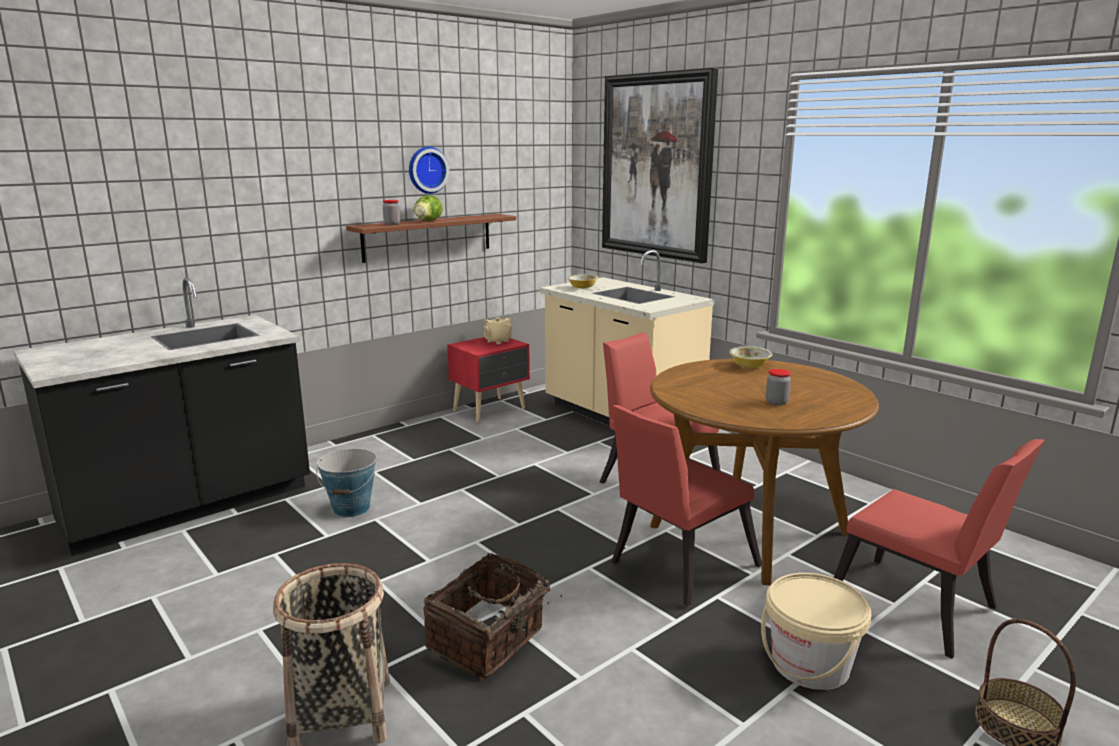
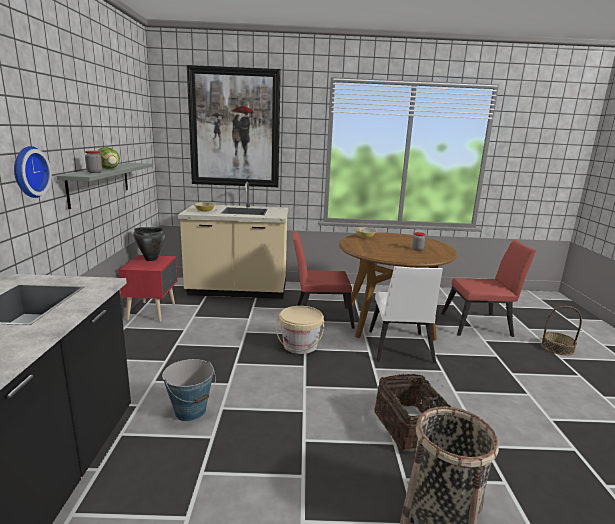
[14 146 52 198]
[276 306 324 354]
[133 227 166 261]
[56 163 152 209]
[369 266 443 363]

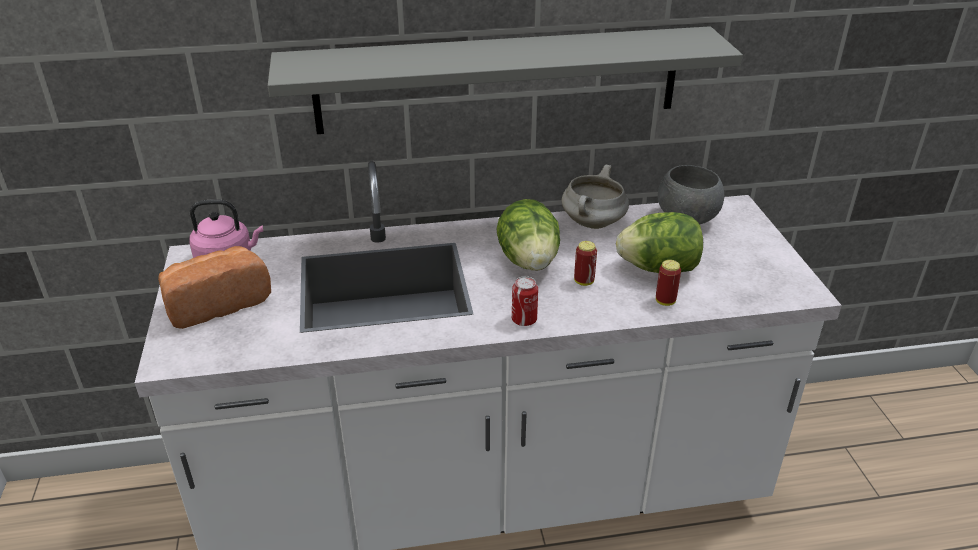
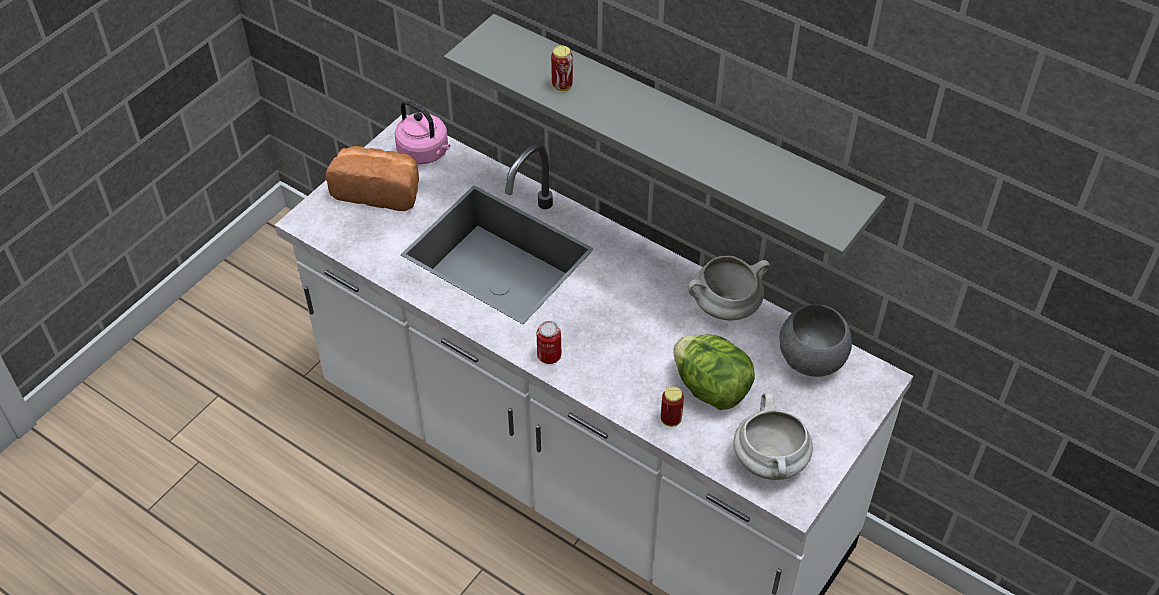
[496 199 560 271] (first image)
[733 392 813 480]
[551 46 573 91]

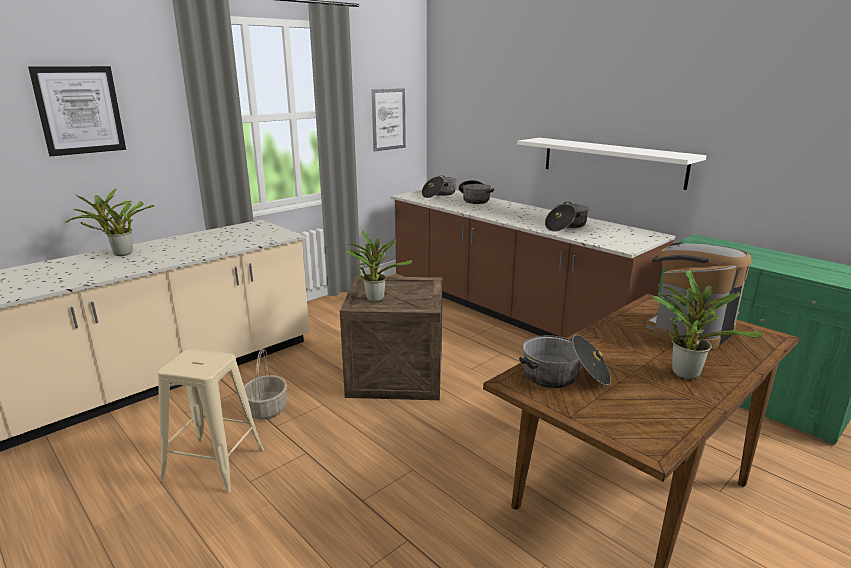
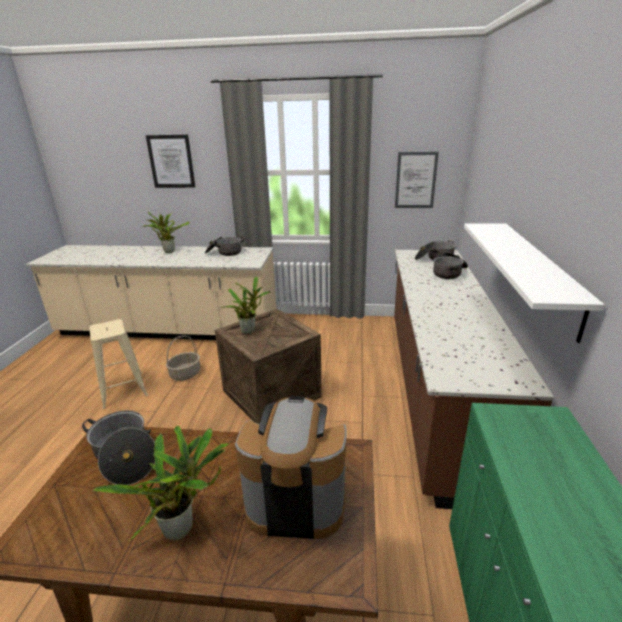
[205 237 244 256]

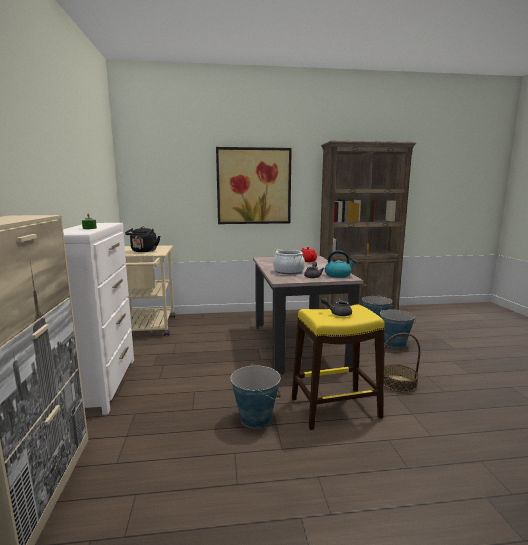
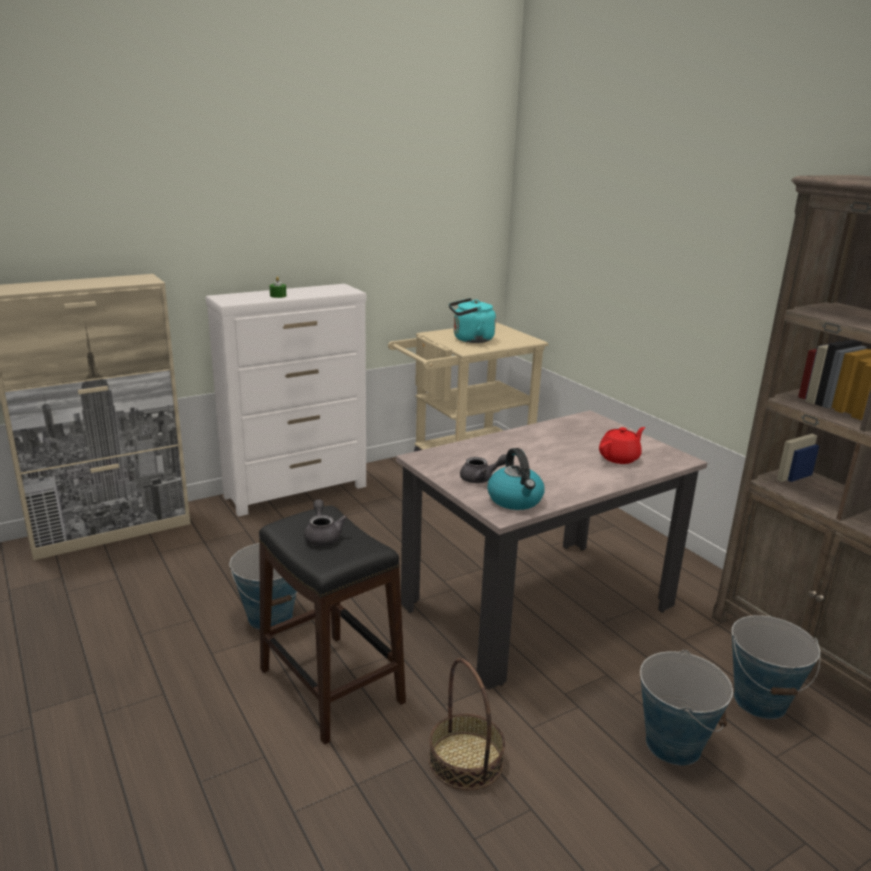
[216 147 292 224] (first image)
[273 249 305 274] (first image)
[449 298 496 343]
[259 505 406 745]

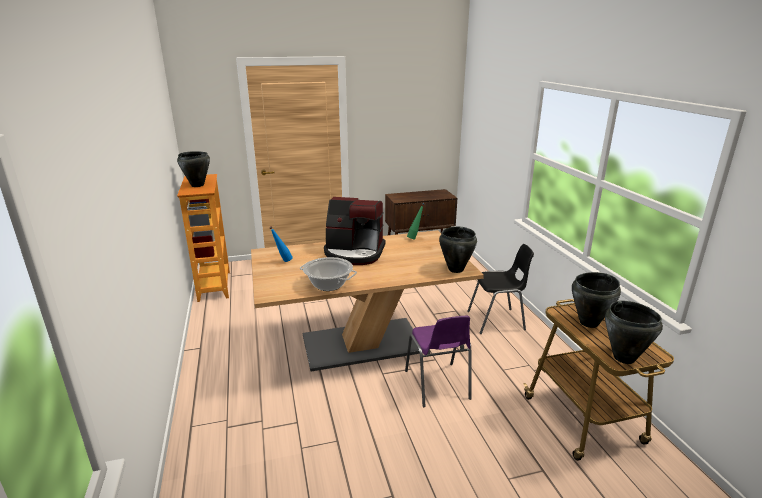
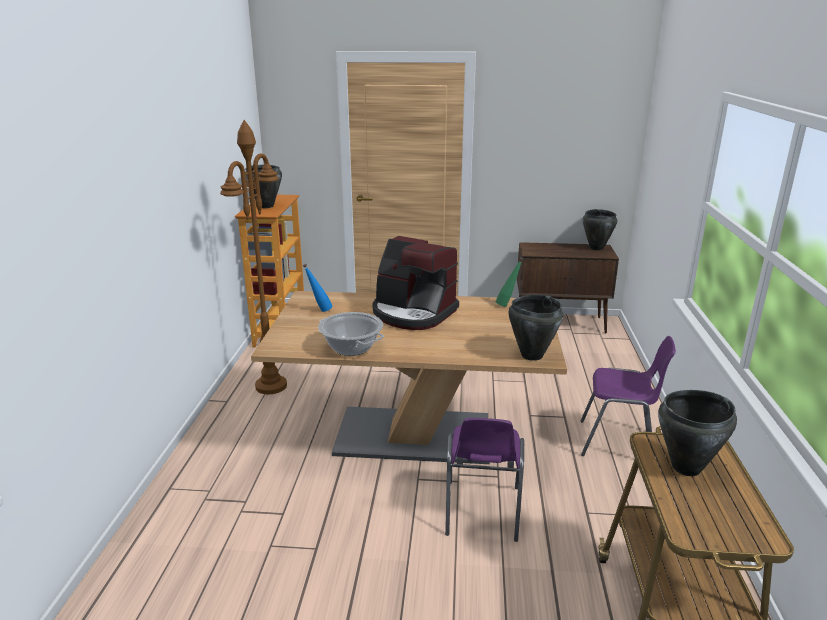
[220 120 287 394]
[583 209 617 250]
[581 336 676 456]

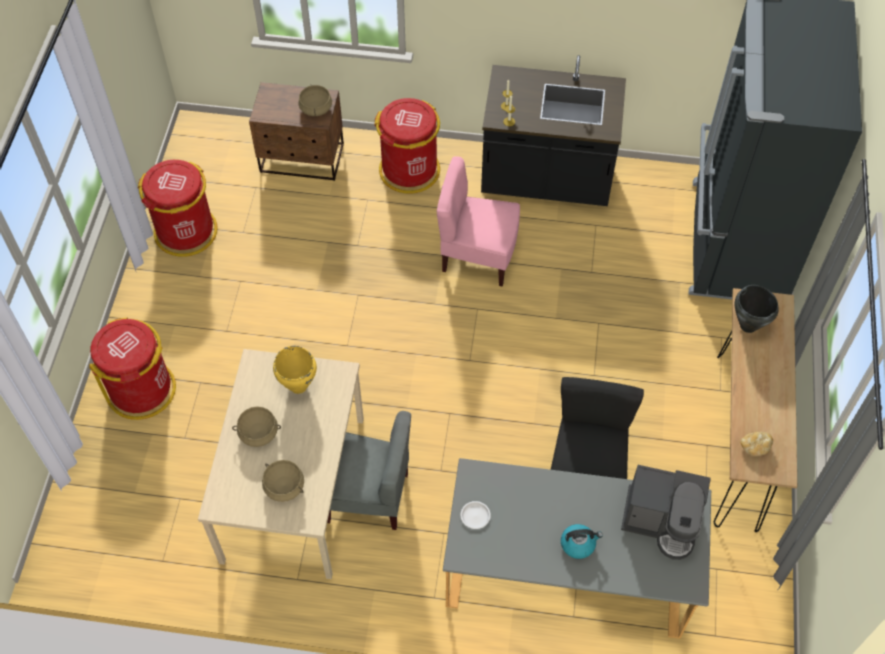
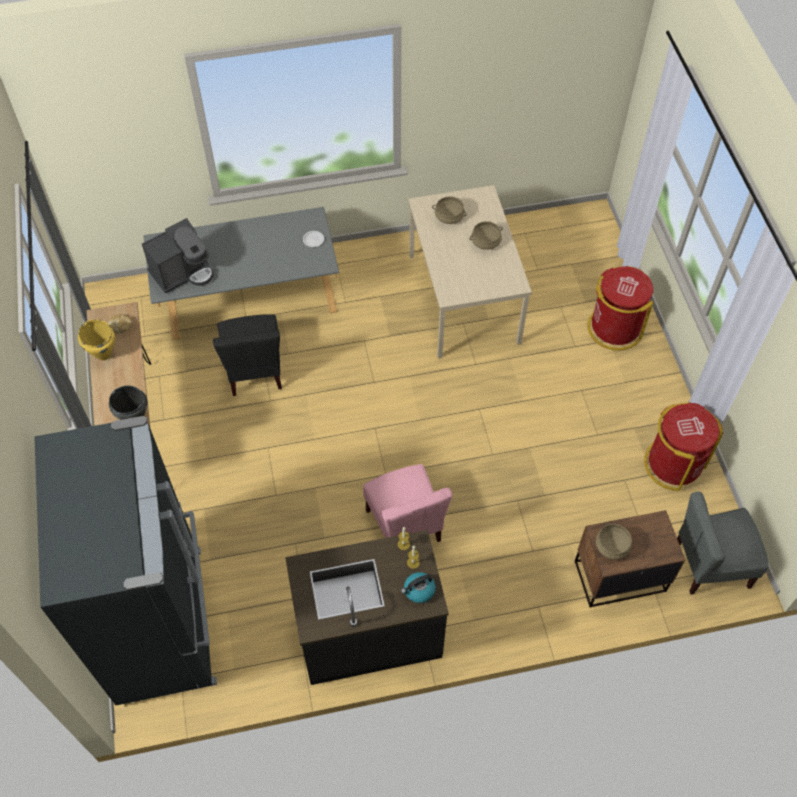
[374 98 440 193] (first image)
[78 319 115 361]
[677 492 769 595]
[401 572 436 603]
[363 464 452 542]
[142 218 213 293]

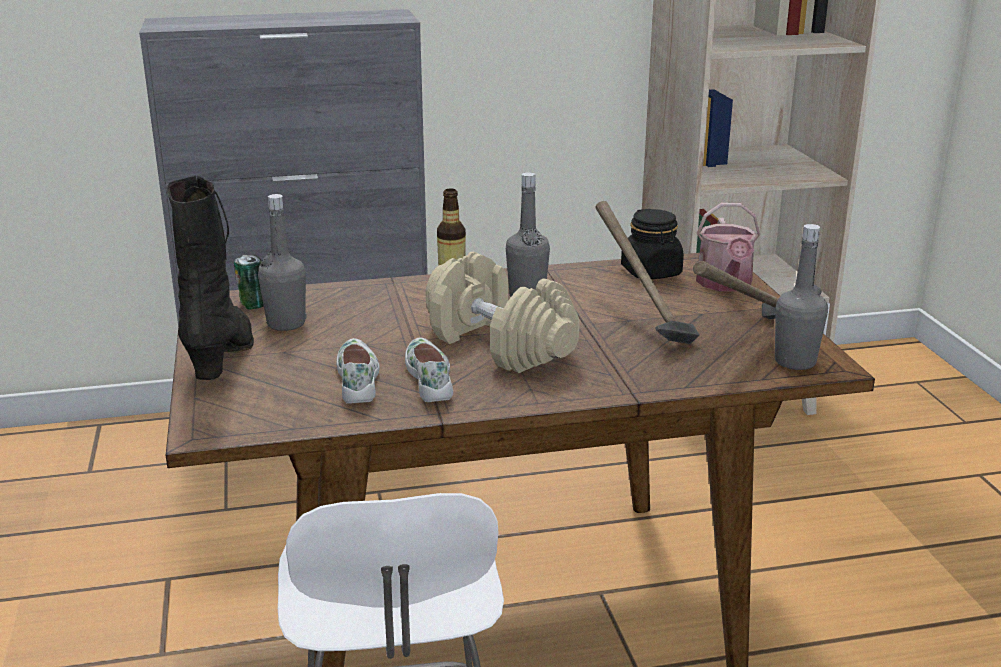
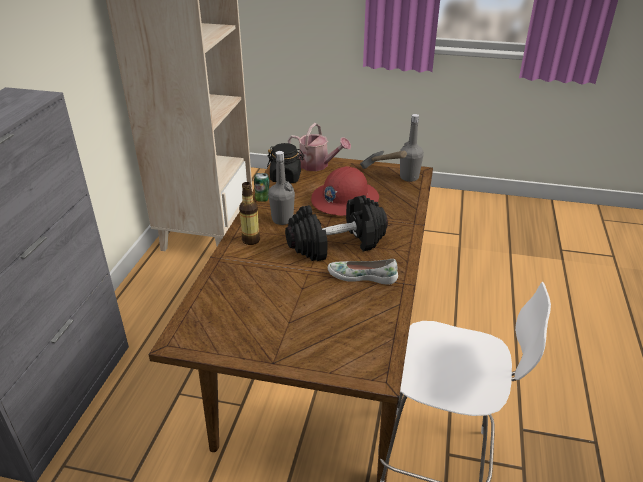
[166 175 254 380] (first image)
[258 194 306 331] (first image)
[336 338 380 404] (first image)
[254 173 270 202]
[311 166 379 216]
[285 195 388 261]

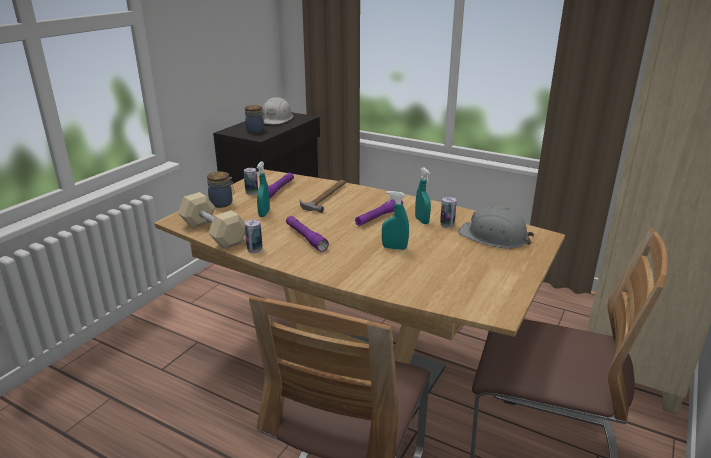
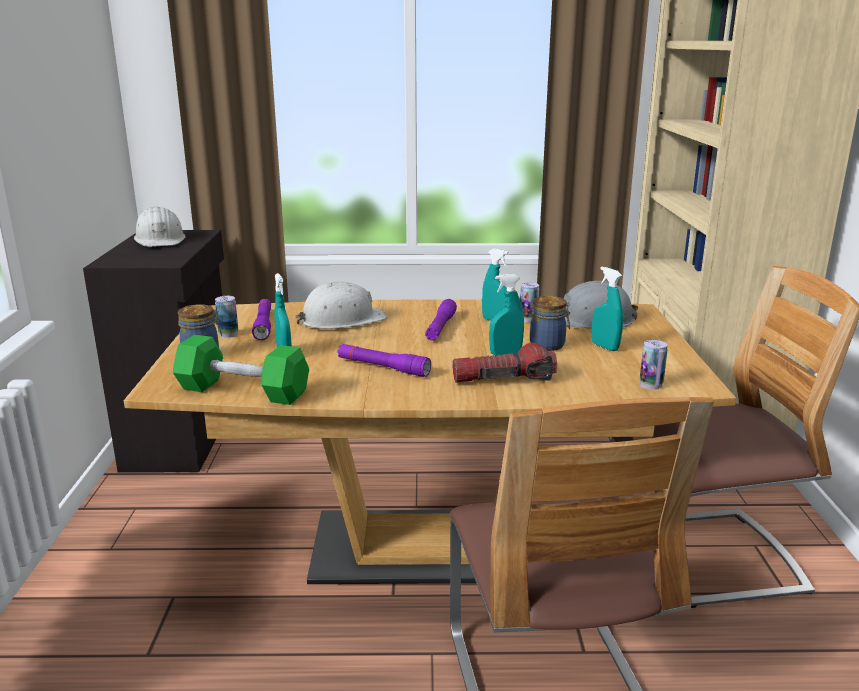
[452 342 557 383]
[592 267 623 351]
[530 296 571 351]
[640 340 668 390]
[295 281 387 329]
[173 335 309 405]

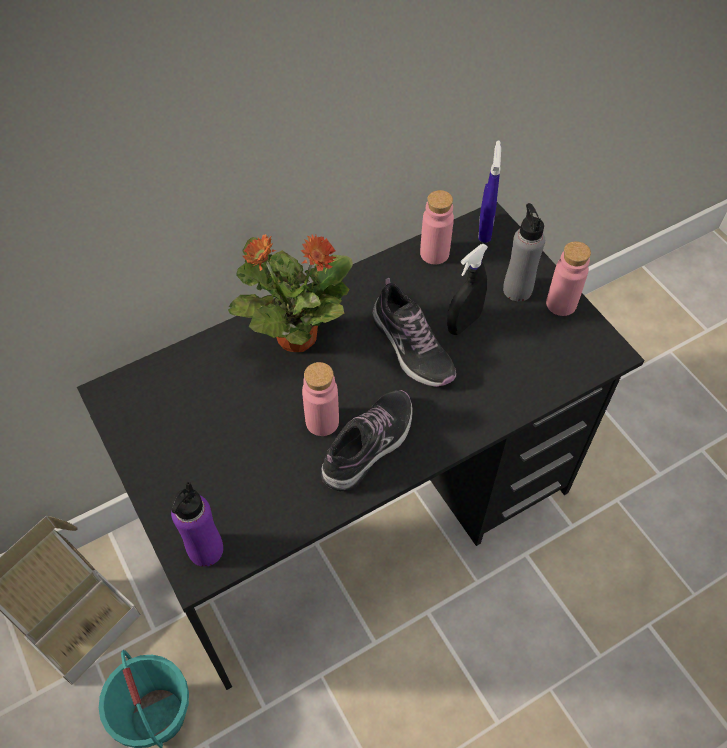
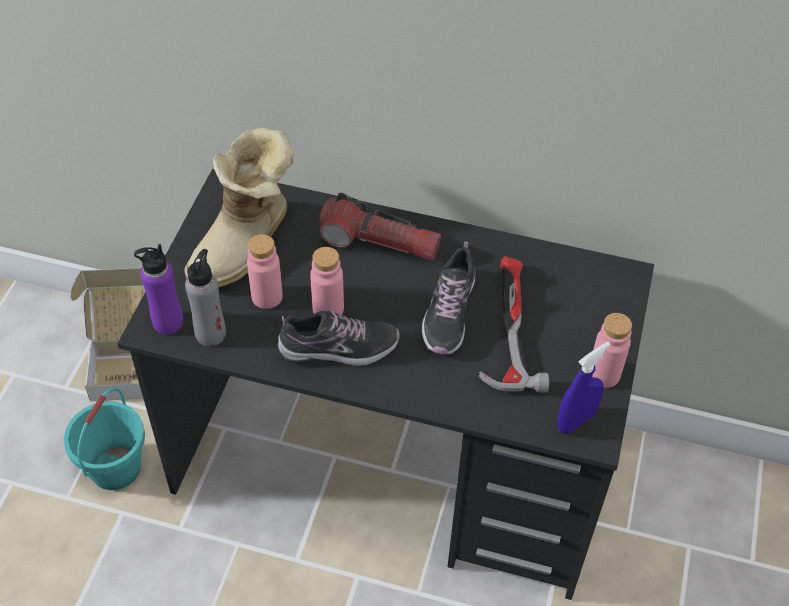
[184 127 294 288]
[247 234 283 309]
[557 341 611 434]
[185 249 226 346]
[319 193 441 261]
[478 256 549 393]

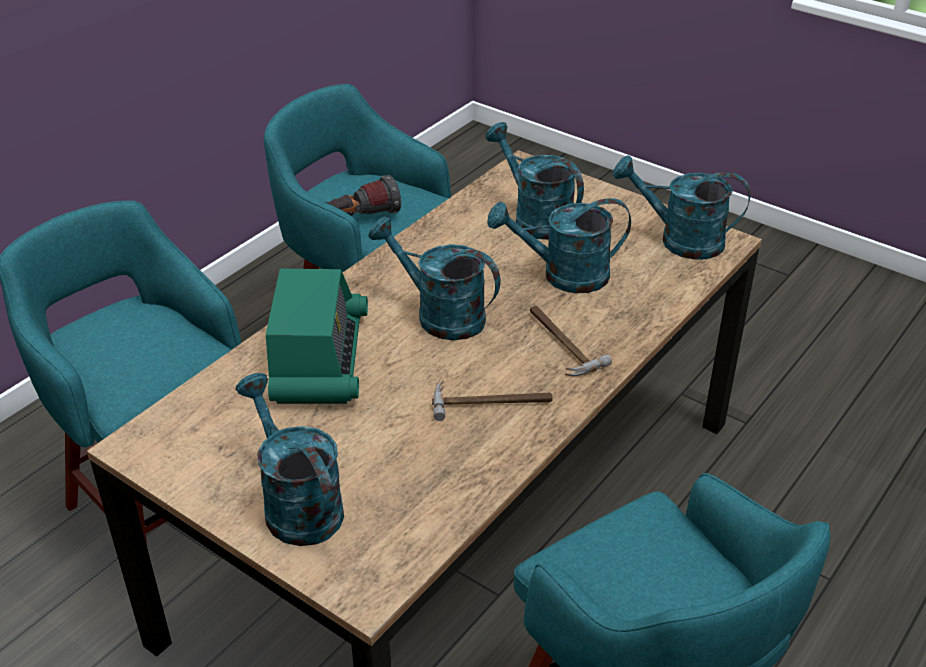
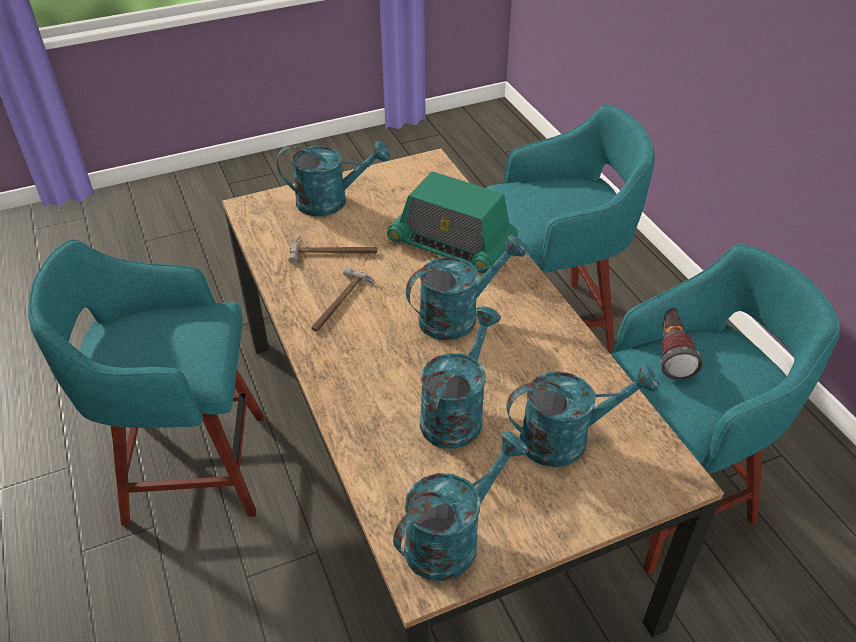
[289 235 377 264]

